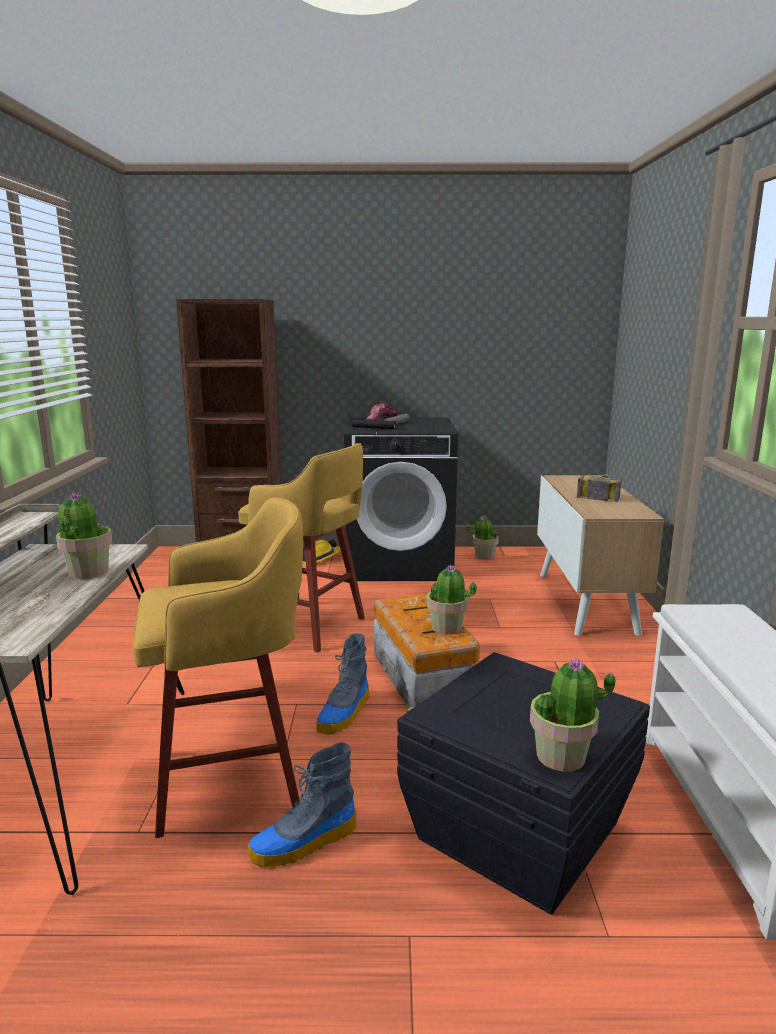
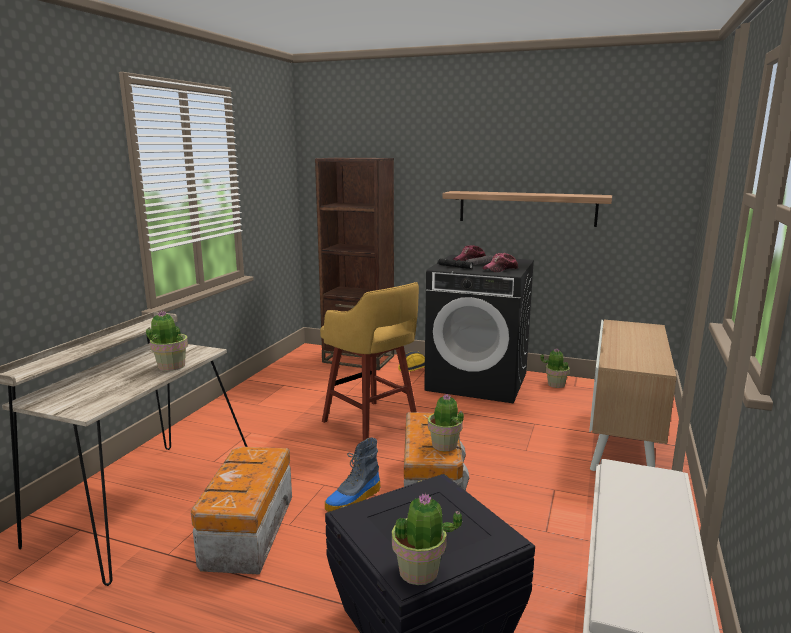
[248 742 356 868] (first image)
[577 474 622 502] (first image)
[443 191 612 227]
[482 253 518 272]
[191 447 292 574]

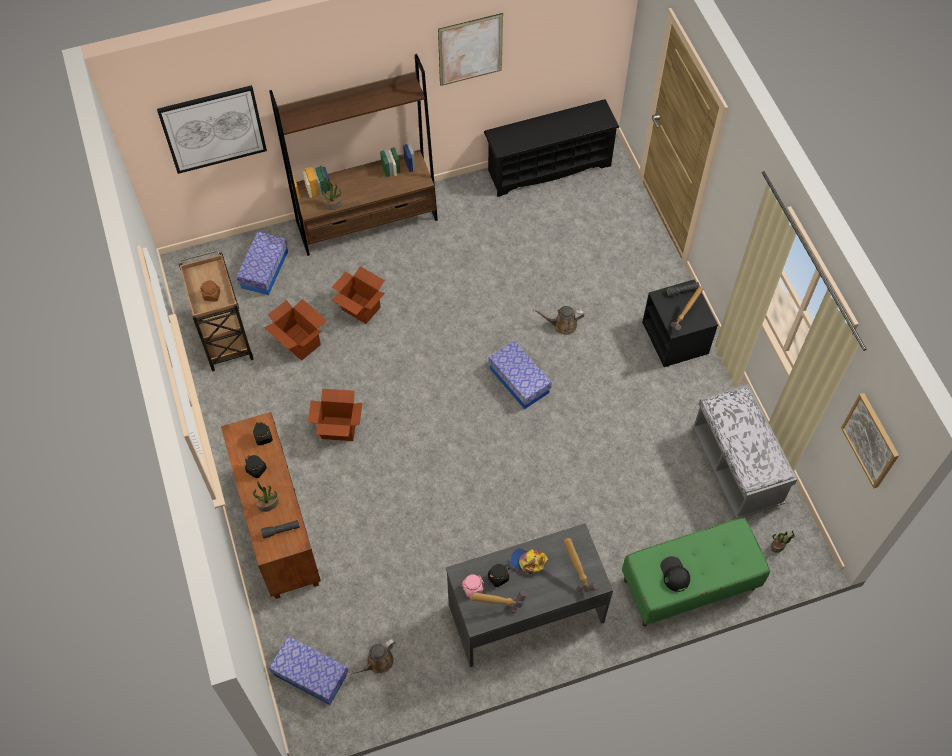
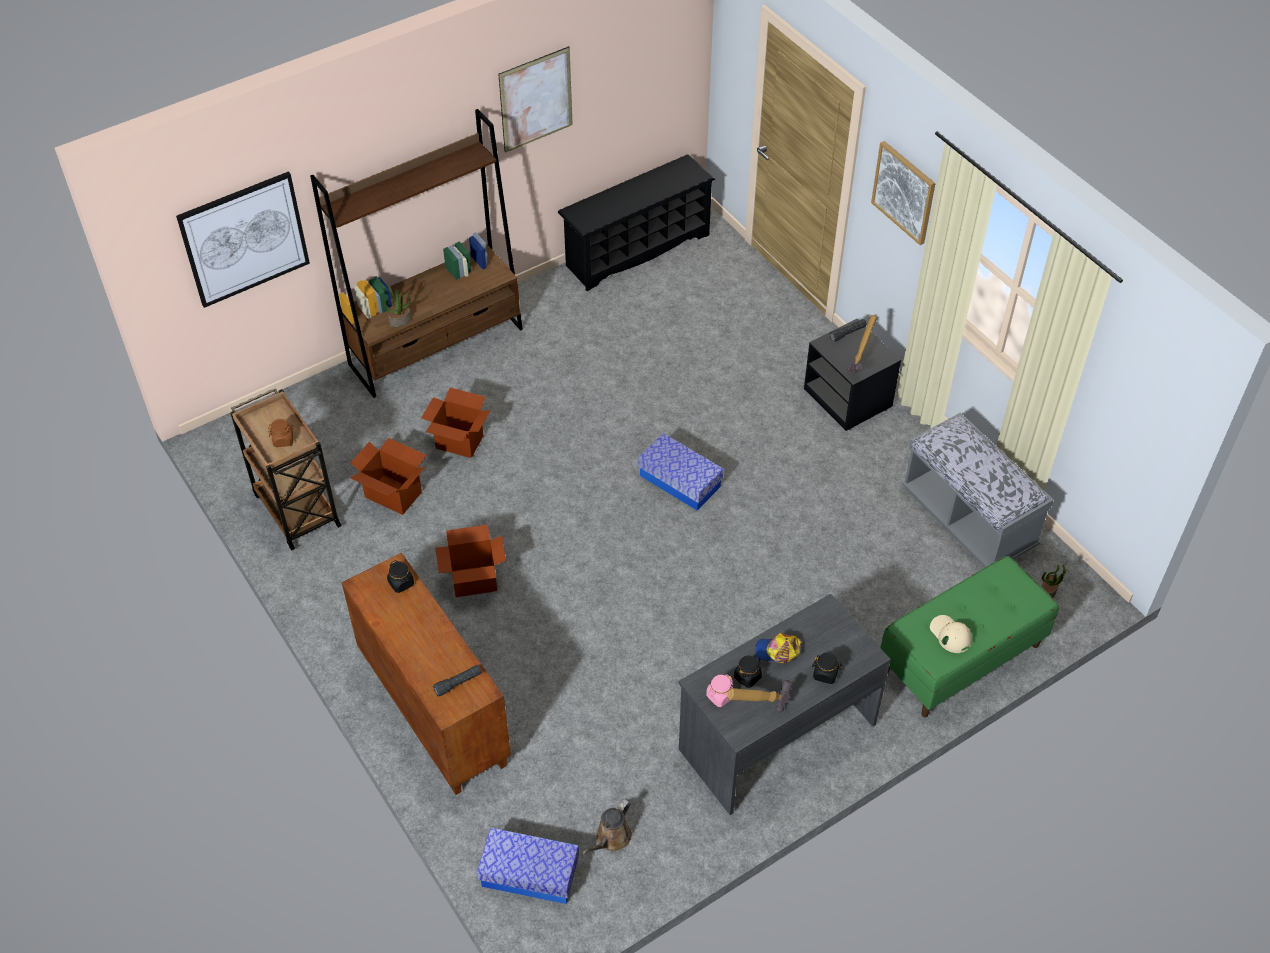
[236 232 288 295] (first image)
[253 481 279 512] (first image)
[533 306 584 335] (first image)
[563 538 599 592] (first image)
[812 653 842 684]
[871 141 935 245]
[930 615 972 653]

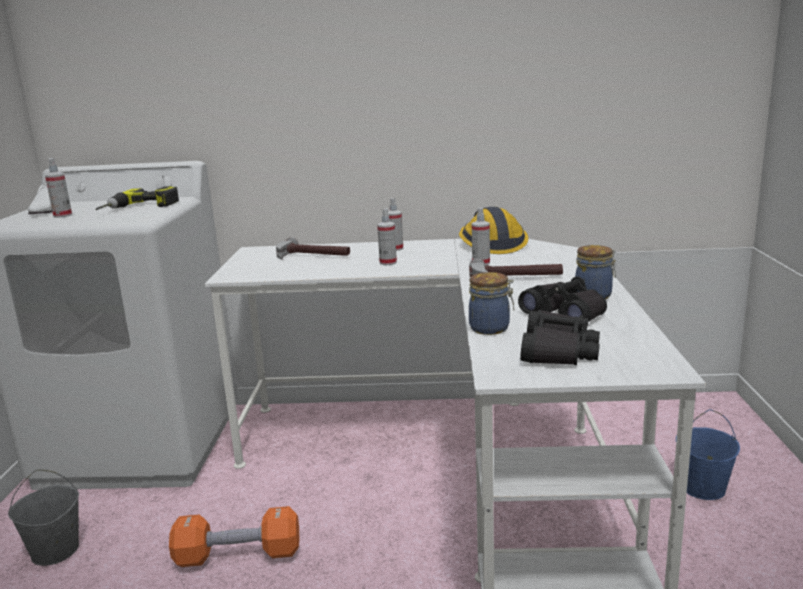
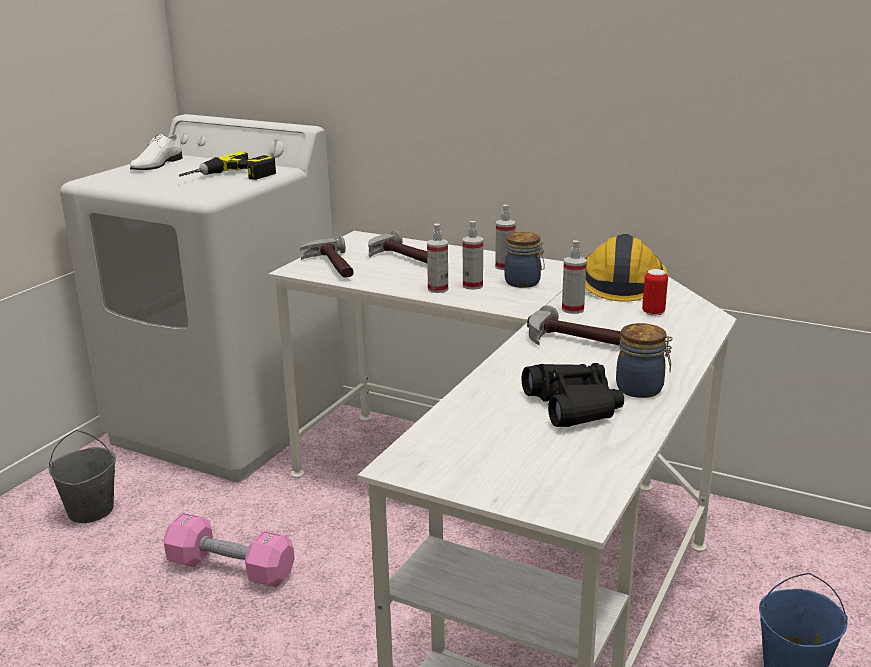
[520 310 600 365] (first image)
[300 236 354 278]
[642 269 668 316]
[427 223 448 293]
[505 232 545 288]
[163 513 295 587]

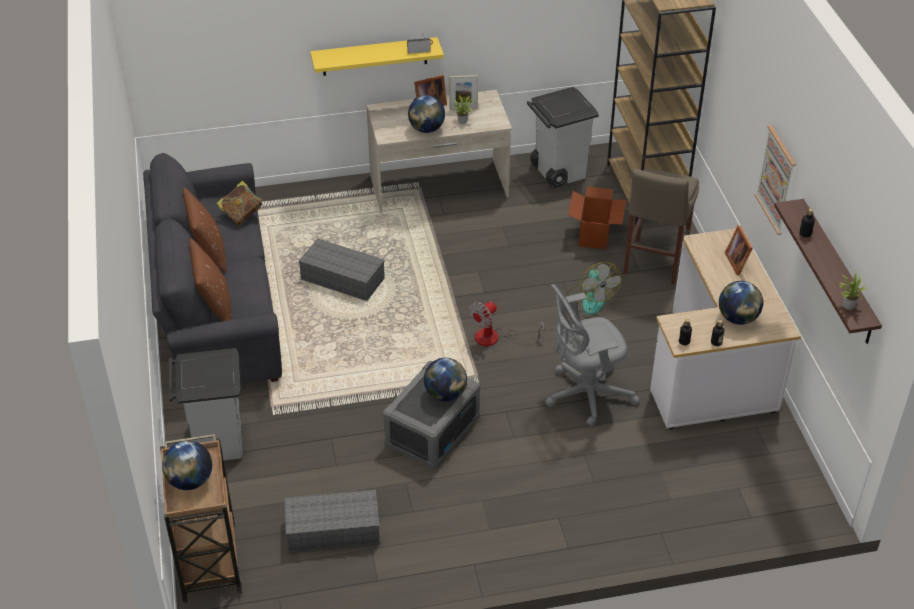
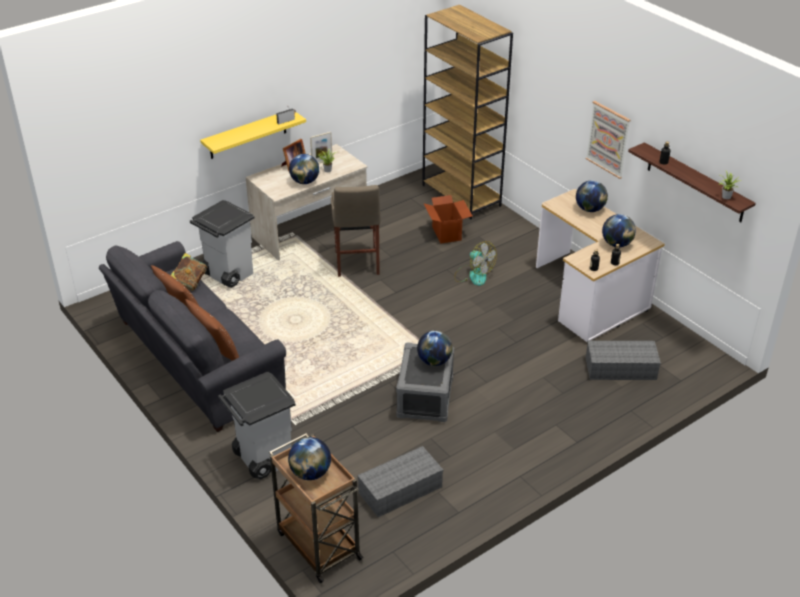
[469 301 545 346] (first image)
[545 284 640 427] (first image)
[586 341 661 380]
[190 200 254 288]
[331 185 381 277]
[576 180 608 212]

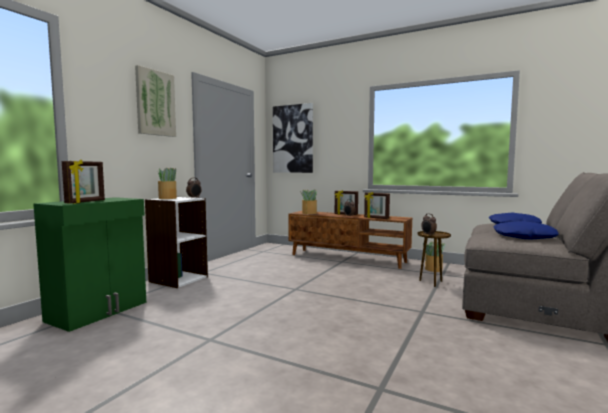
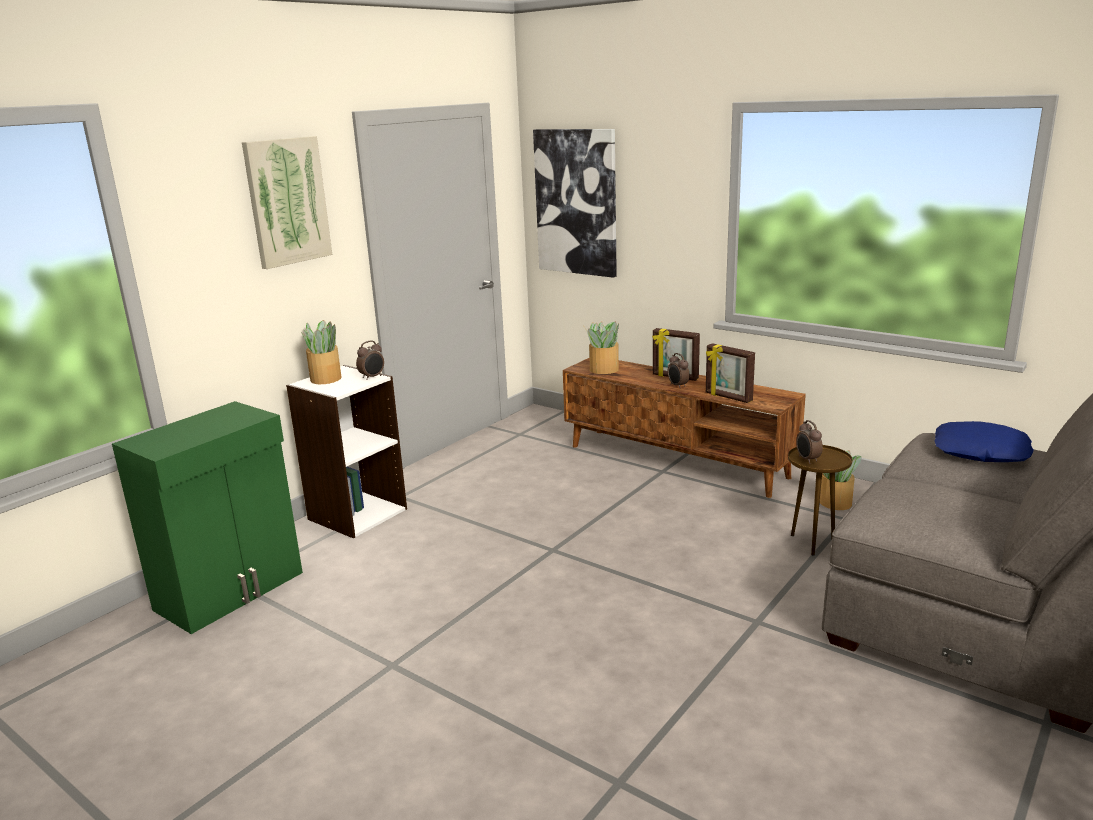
[62 160 105 204] (first image)
[494 221 559 239] (first image)

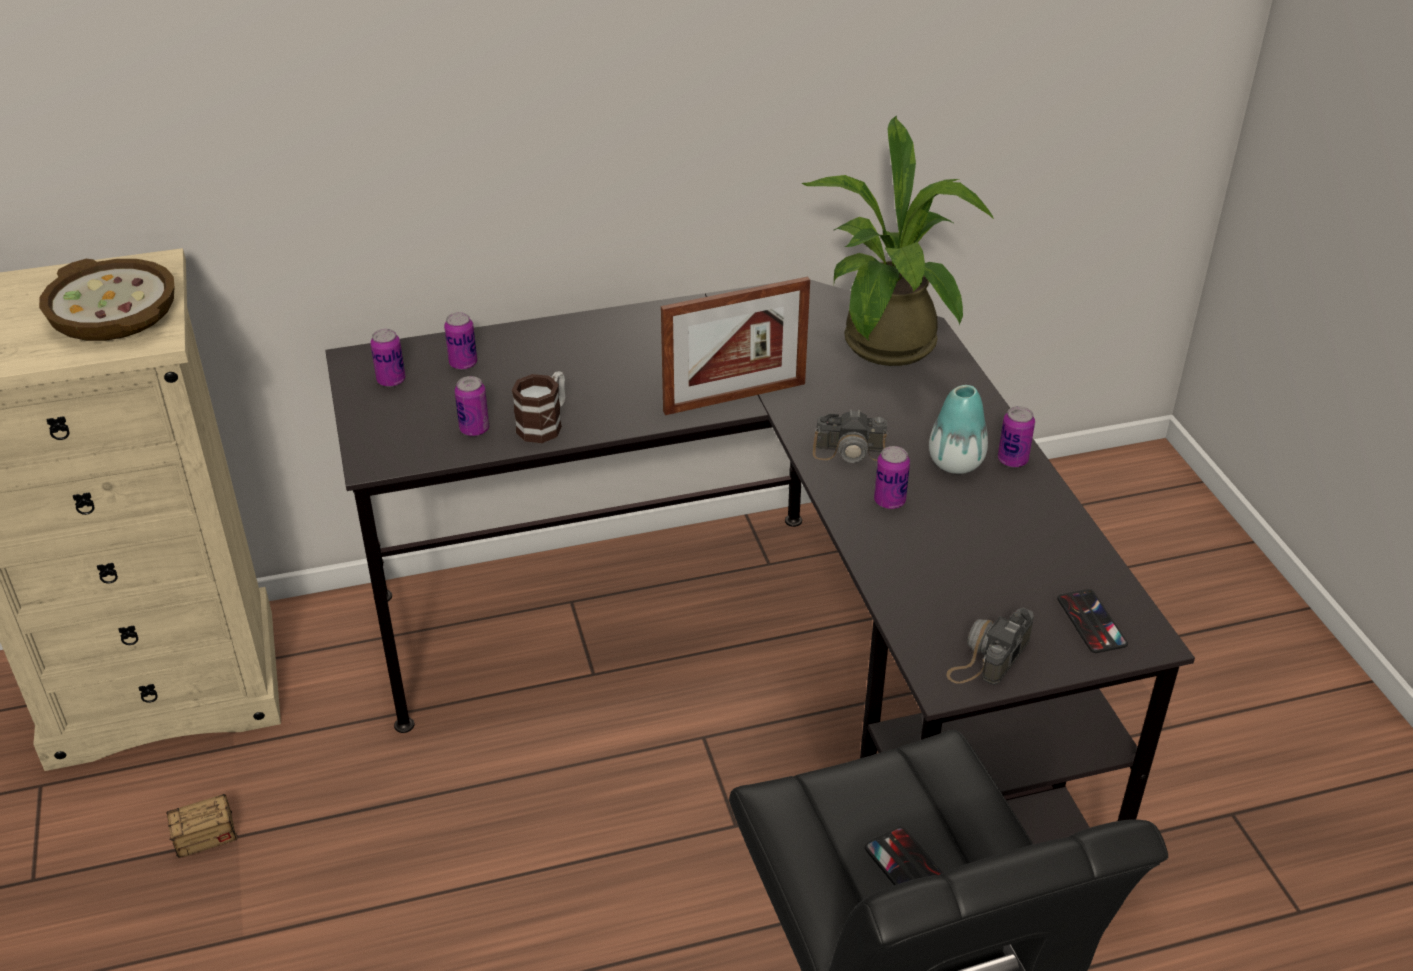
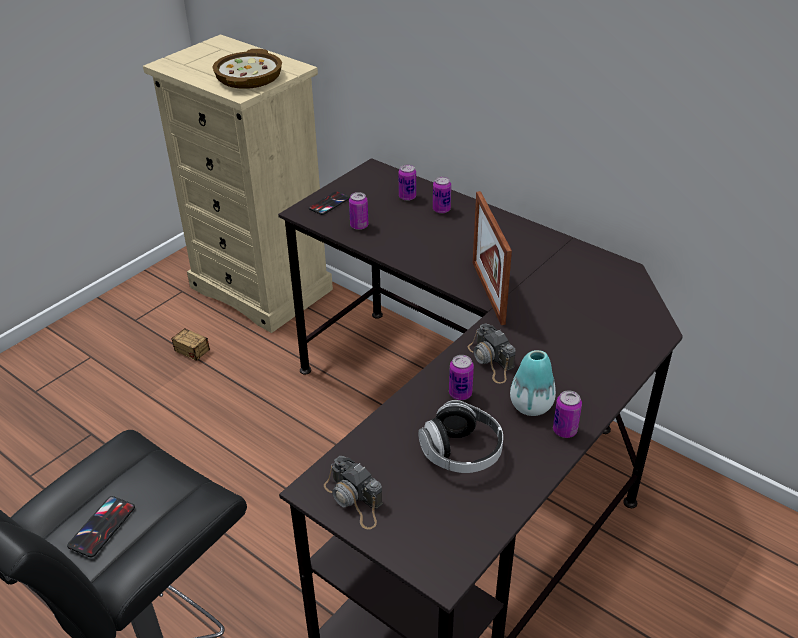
[512 371 565 443] (first image)
[802 116 994 366] (first image)
[418 400 503 473]
[433 177 451 214]
[309 191 350 215]
[473 191 512 325]
[324 456 383 530]

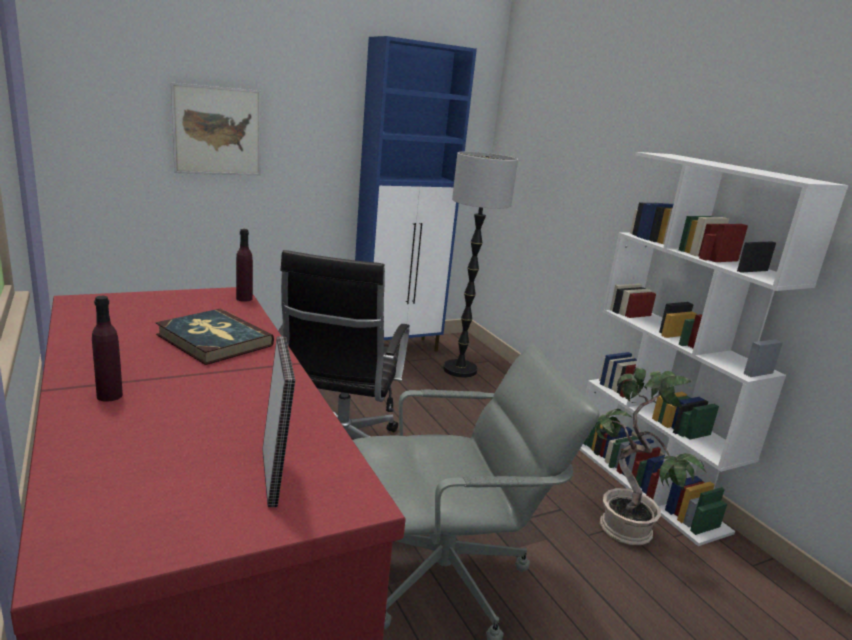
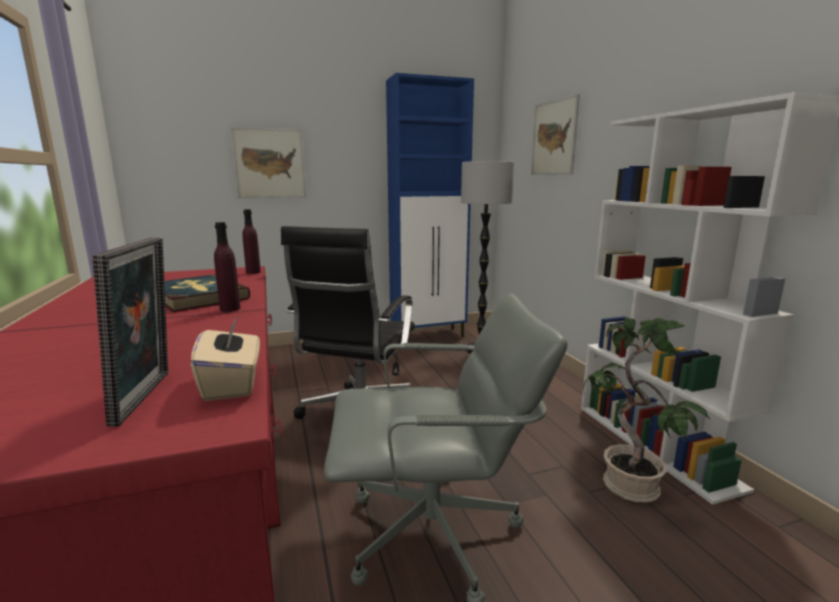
[191 316 260 401]
[531 94 580 175]
[214 222 240 312]

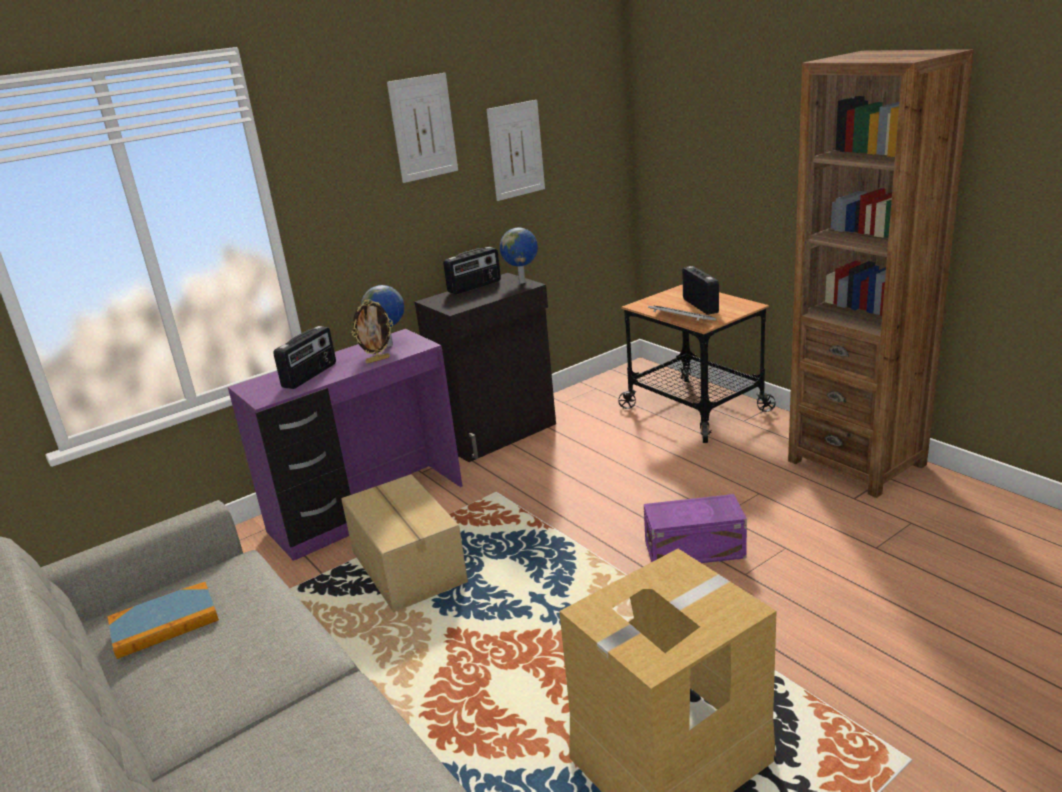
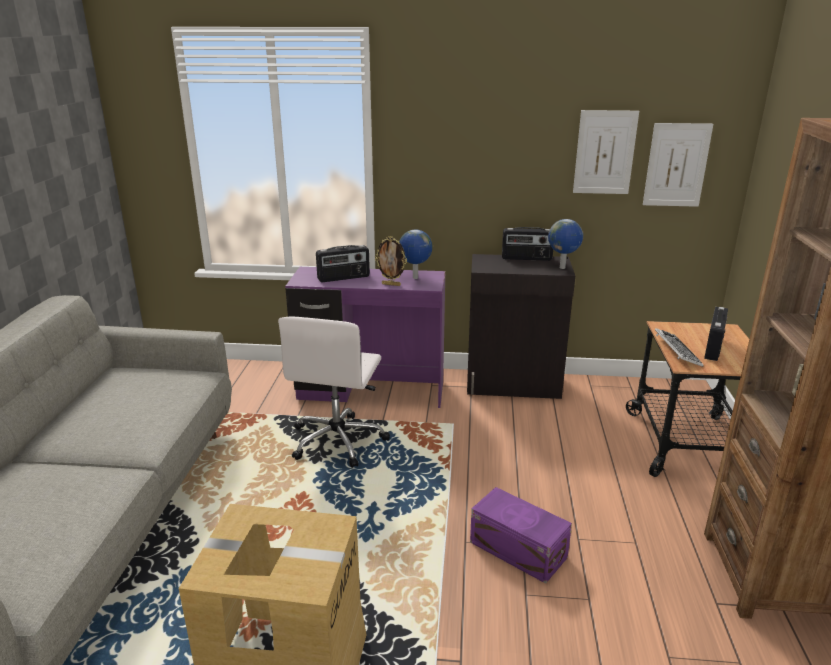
[108 581 219 659] (first image)
[643 123 713 207]
[278 316 390 468]

